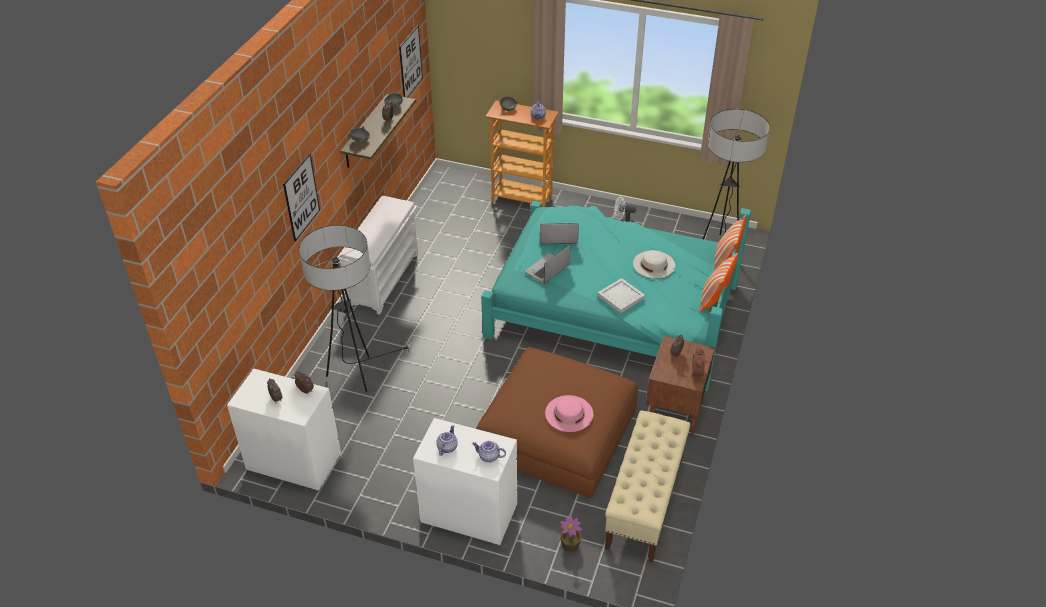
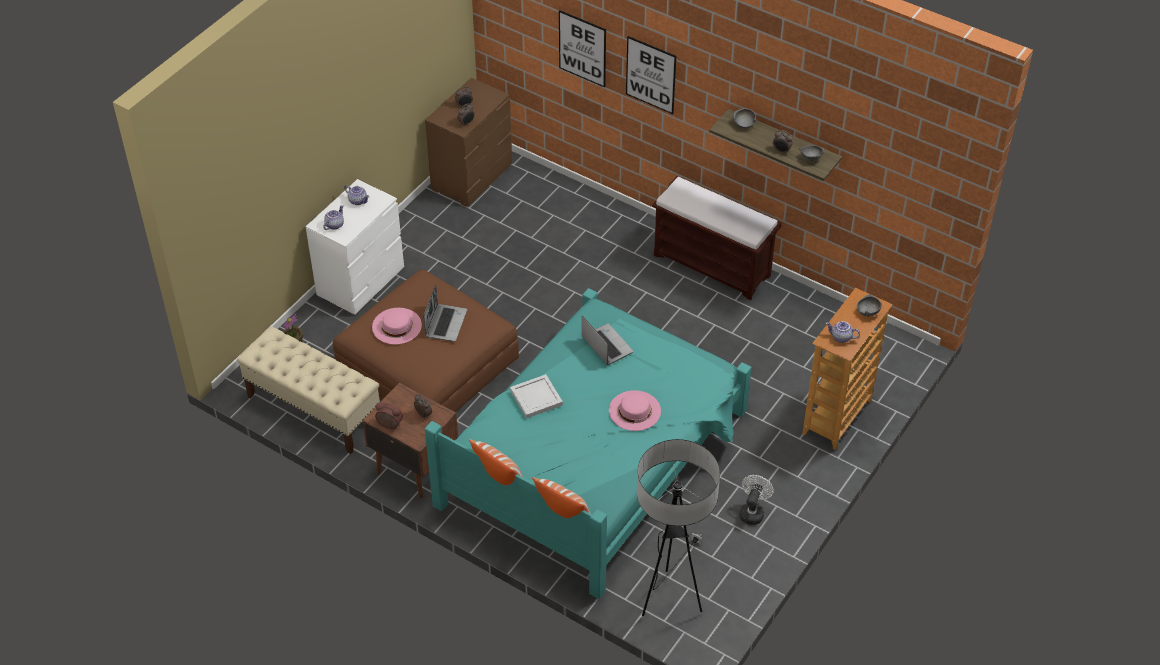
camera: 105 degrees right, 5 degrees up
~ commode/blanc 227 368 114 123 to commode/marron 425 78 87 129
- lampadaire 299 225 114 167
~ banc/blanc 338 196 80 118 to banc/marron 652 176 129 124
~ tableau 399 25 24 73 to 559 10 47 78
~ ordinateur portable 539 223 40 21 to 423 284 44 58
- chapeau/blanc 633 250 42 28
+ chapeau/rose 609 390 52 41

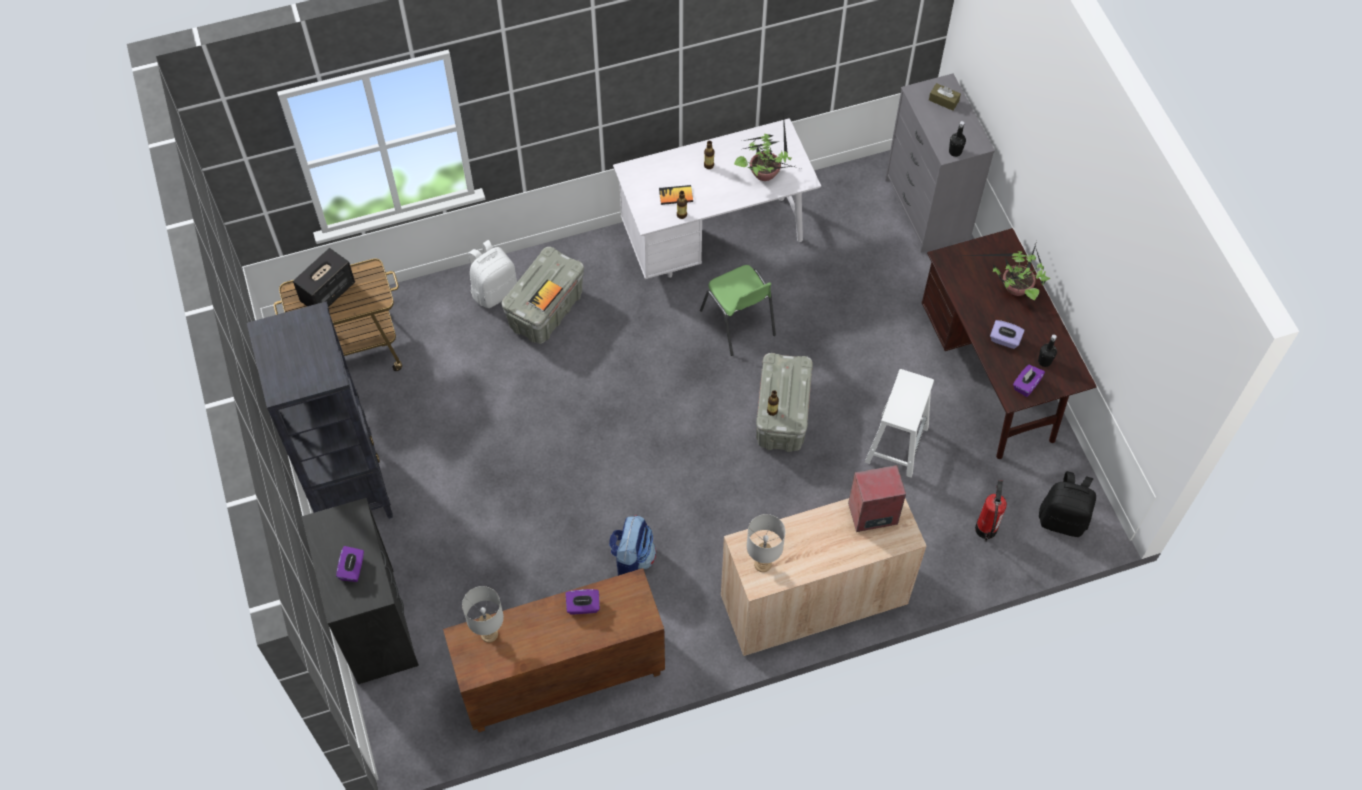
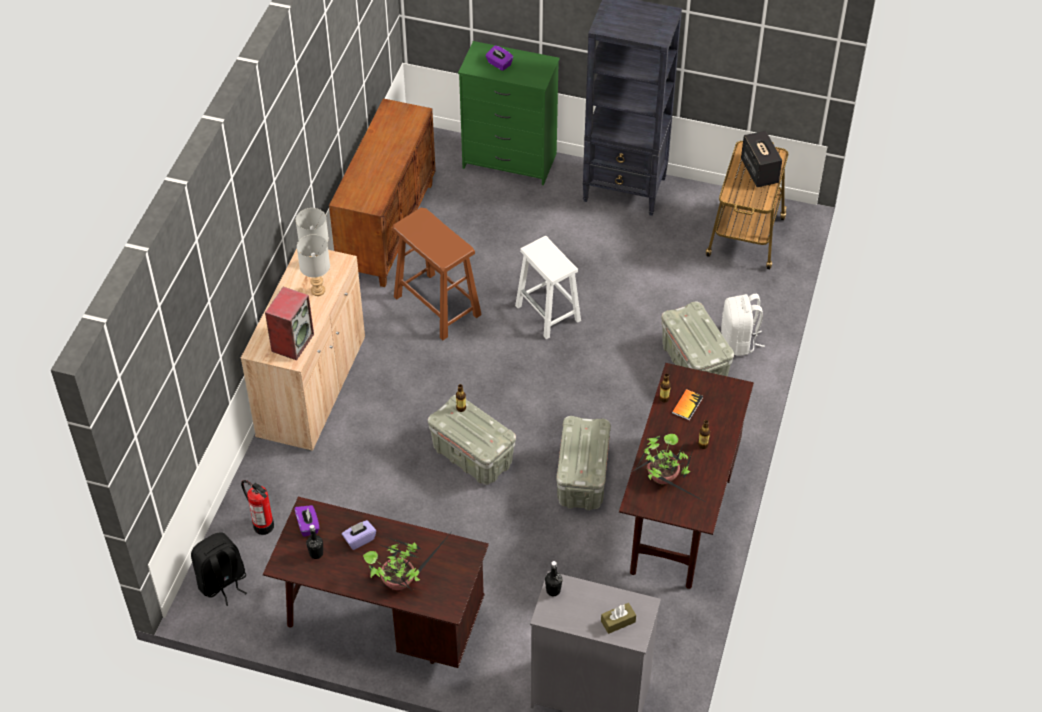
camera: 125 degrees right, 10 degrees down
~ commode/noir 302 498 117 186 to commode/vert 458 41 102 144
~ lampe de table/gris 462 586 42 57 to 297 235 33 61
- livre 528 279 35 33
- boîte à mouchoirs/violet 565 589 35 25
~ sac à dos 609 515 47 61 to tabouret/marron 392 208 90 132
~ bureau/blanc 613 118 208 161 to bureau/marron 619 363 135 226
~ chaise/vert 700 265 76 91 to boîte de rangement/gris 556 416 55 94
~ tabouret/blanc 865 369 69 109 to 515 236 66 103

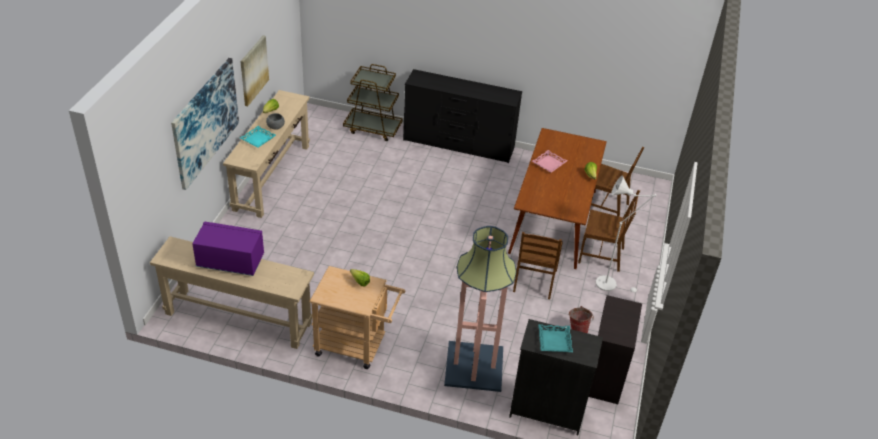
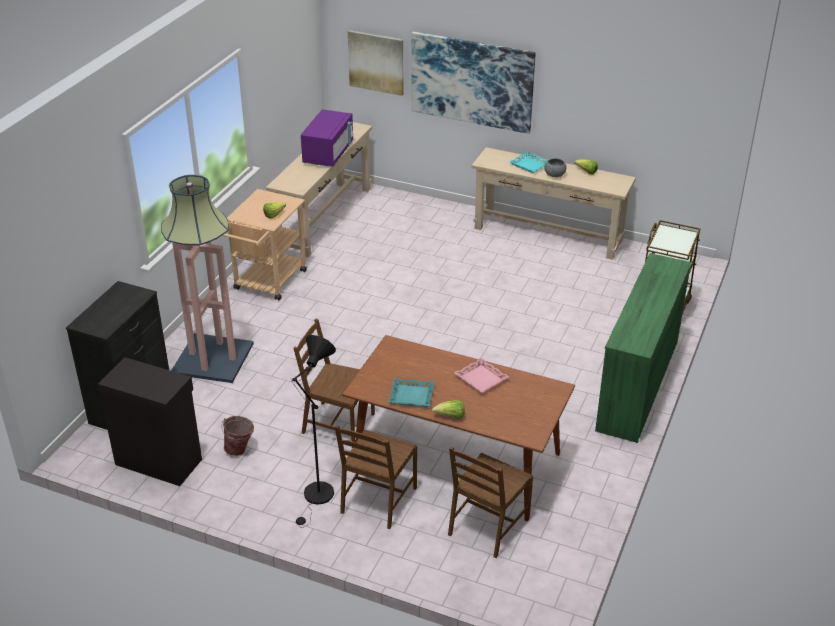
camera: 100 degrees right, 5 degrees down
~ tableau 240 35 29 71 to 348 30 56 66
~ commode/noir 403 69 119 94 to commode/vert 595 253 96 190
~ plateau/turquoise 538 324 35 28 to 388 378 47 29
~ lampadaire/blanc 596 176 60 117 to lampadaire/noir 292 335 44 193

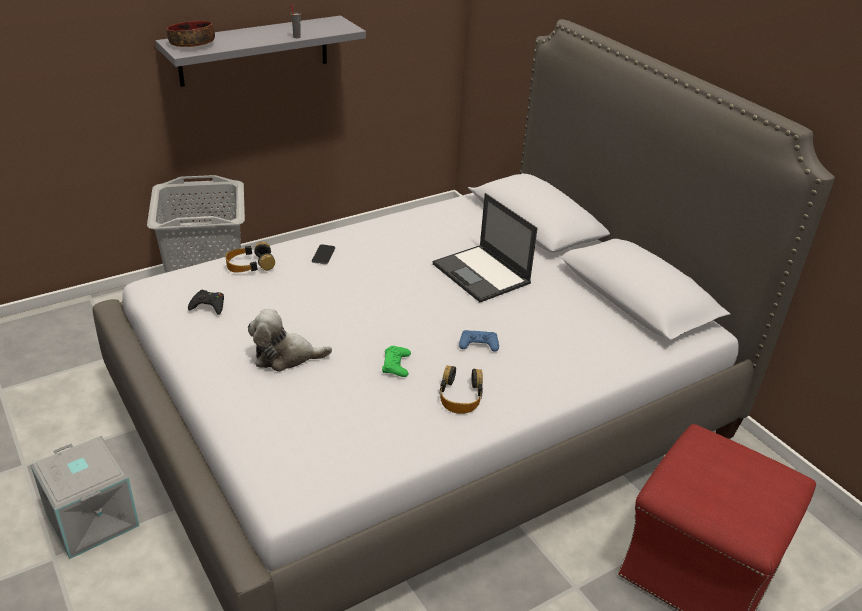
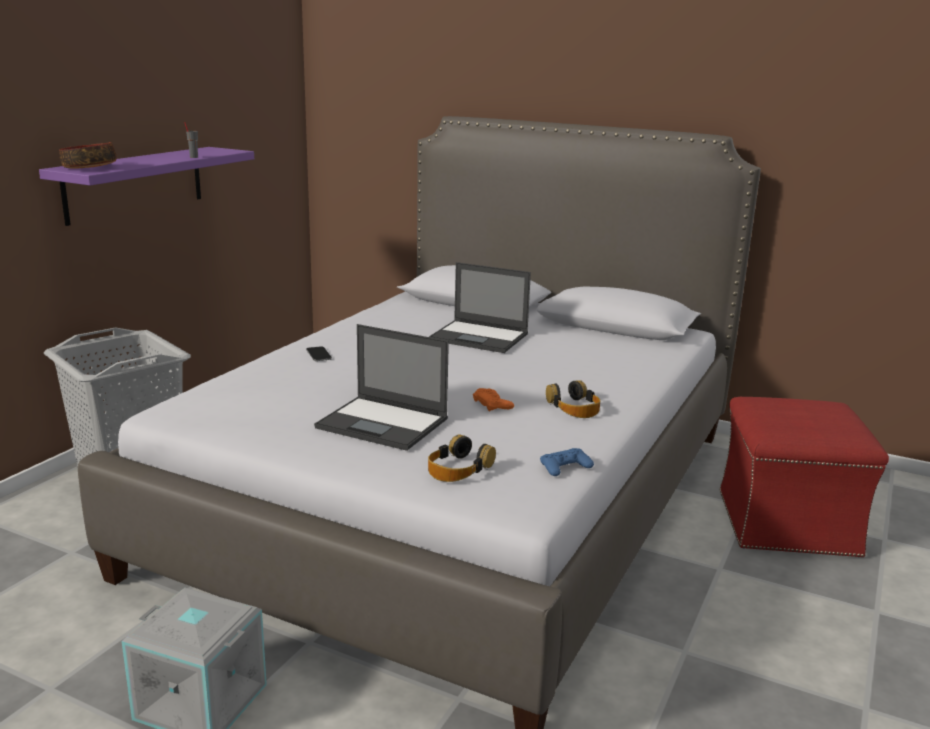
camera: 30 degrees left, 15 degrees down
~ étagère/gris 155 15 211 72 to étagère/violet 39 147 215 79
- manette/noir 188 290 36 25
~ casque audio 225 242 50 30 to 428 435 68 47
~ peluche 248 309 84 63 to ordinateur portable 314 324 135 127
~ manette/vert 382 346 29 31 to manette/orange 473 388 41 24
~ manette/bleu 459 330 40 22 to 540 448 54 28

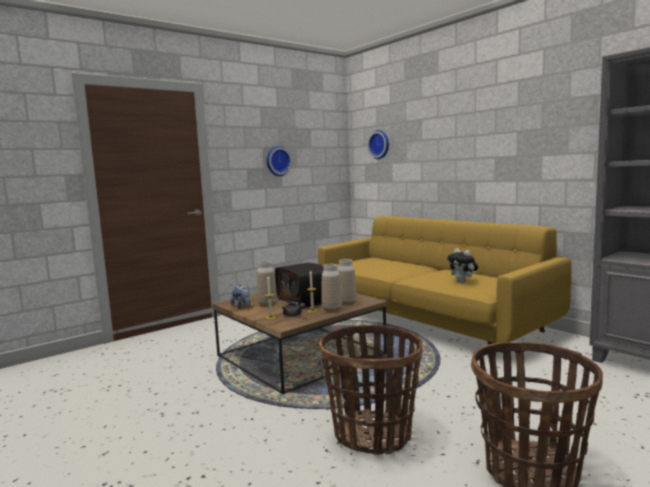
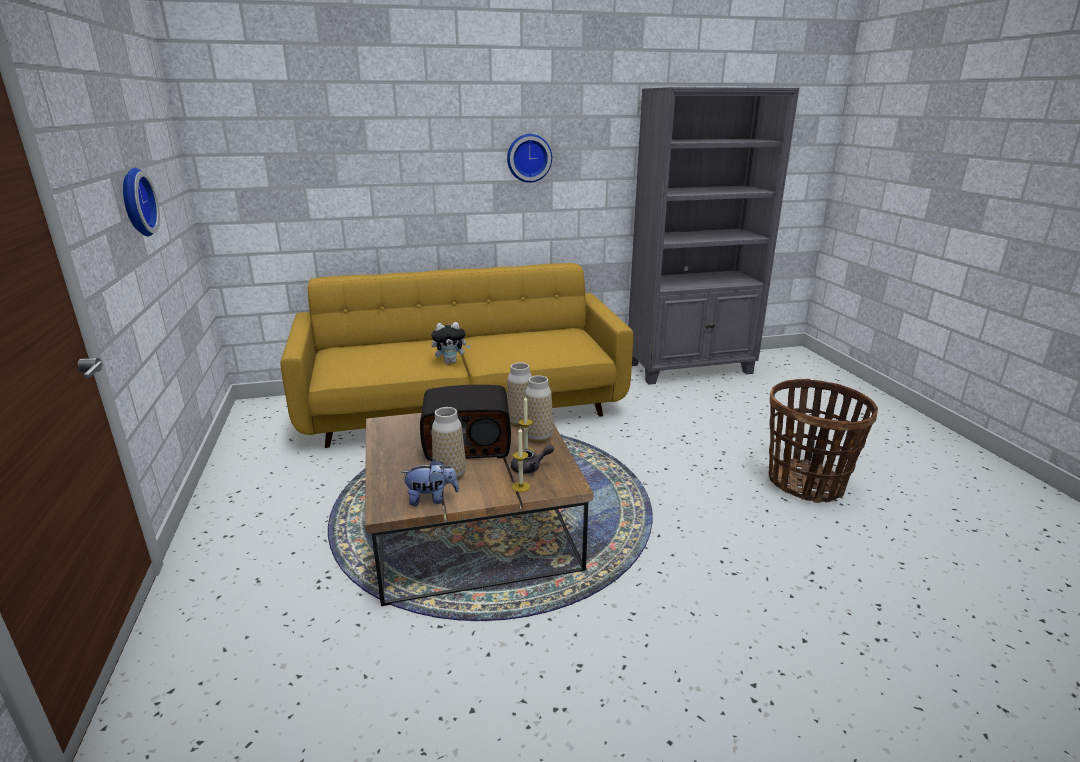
camera: 65 degrees left, 15 degrees up
- panier 319 325 104 130
~ horloge murale 367 130 22 29 to 507 134 45 49
~ peluche 447 249 31 34 to 431 322 40 42

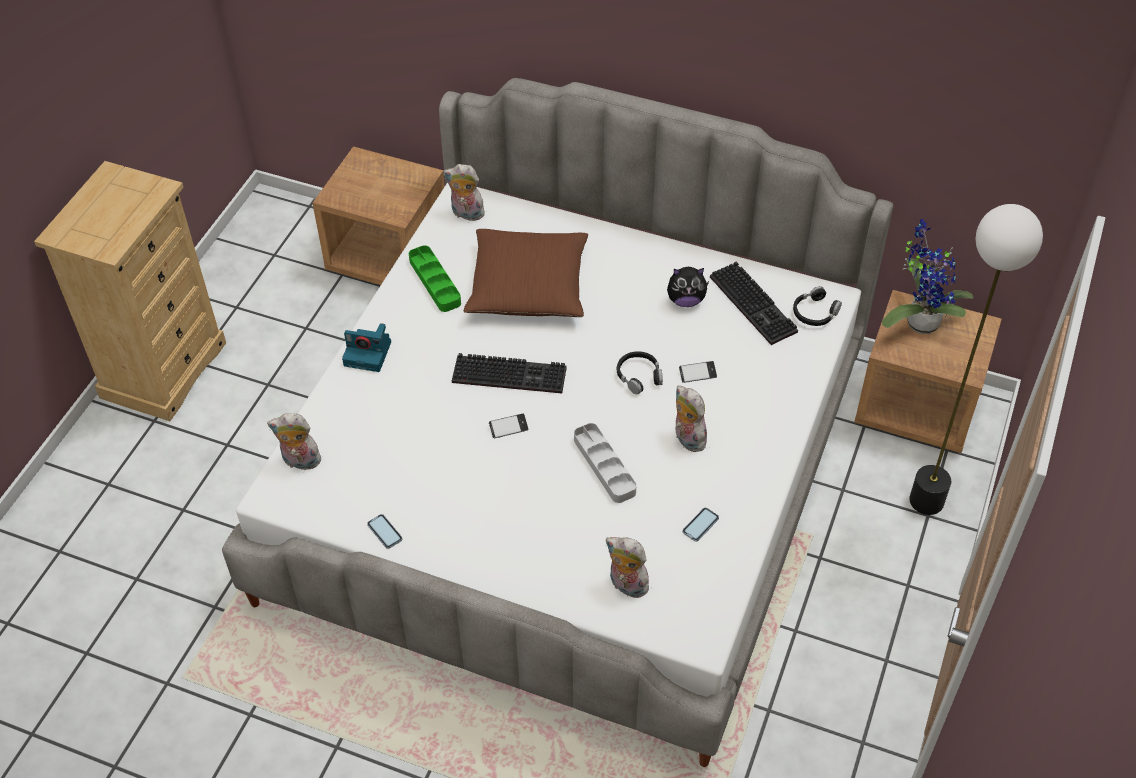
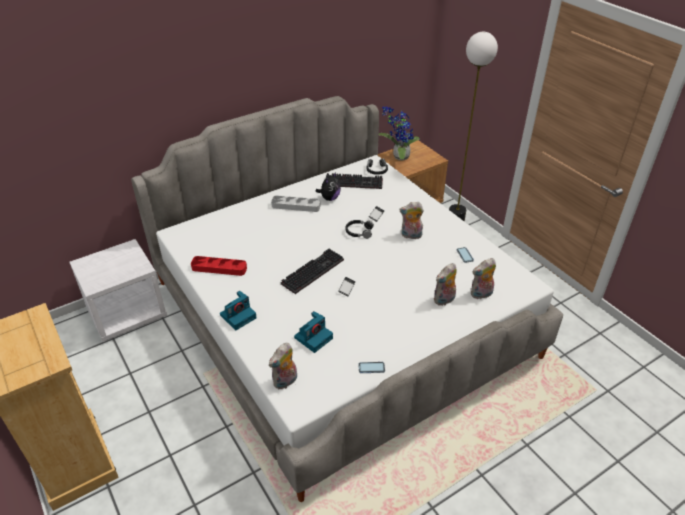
camera: 55 degrees left, 10 degrees down
~ table de chevet/marron 313 146 132 139 to table de chevet/blanc 69 239 98 103
~ plateau/vert 409 245 52 67 to plateau/rouge 191 256 56 20
~ peluche 443 164 42 57 to 434 263 23 42
- coussin/marron 464 229 124 88
~ plateau/gris 574 423 62 80 to 271 196 50 16
+ appareil photo 294 311 39 42

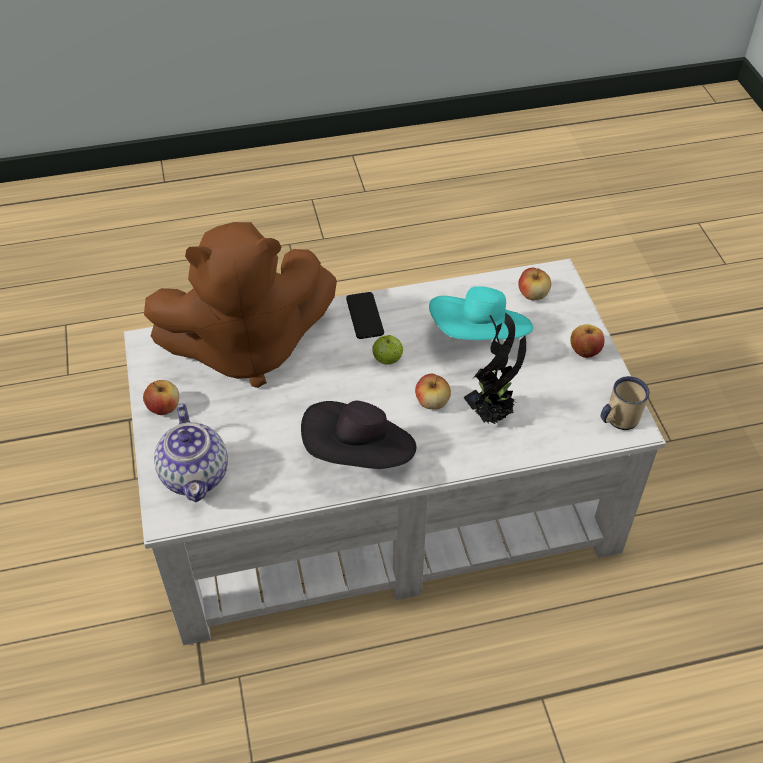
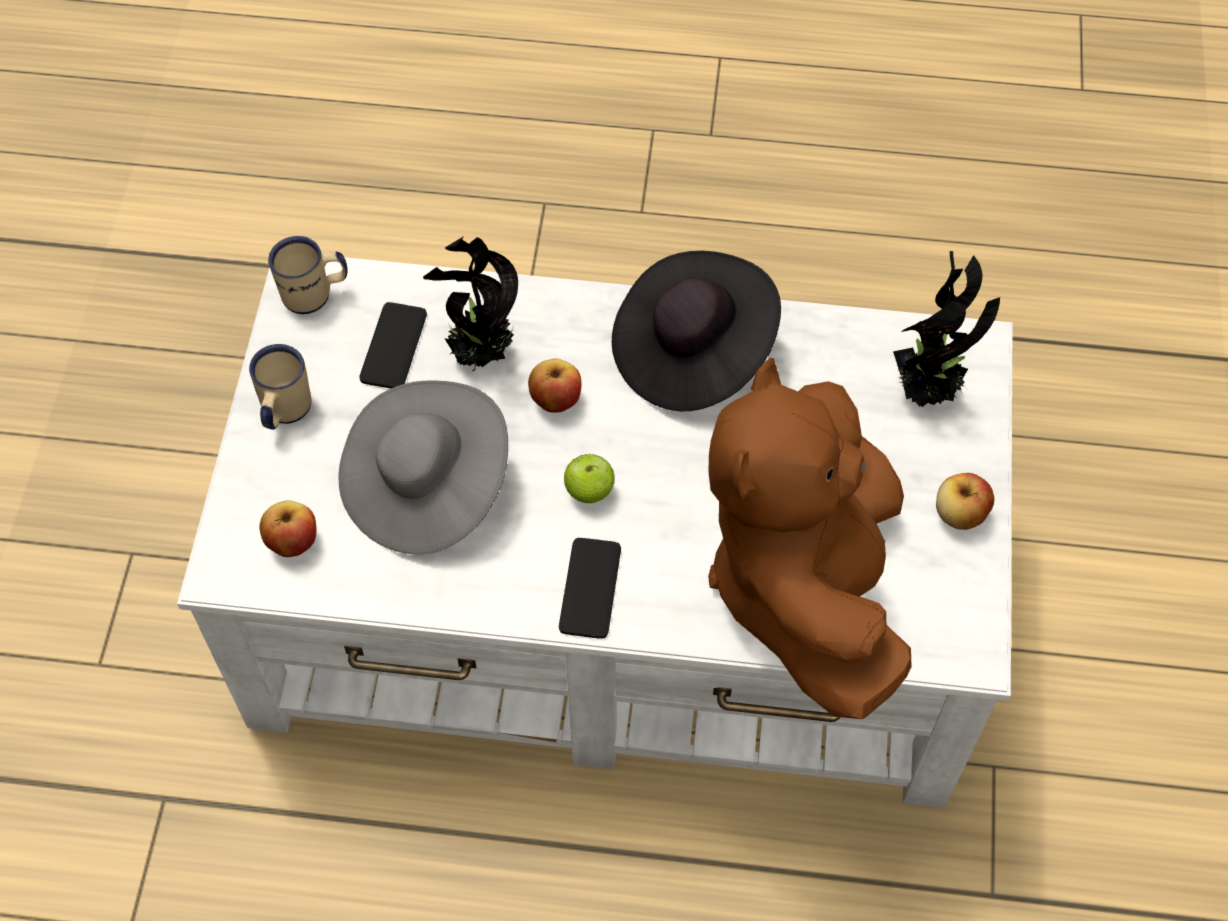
camera: 160 degrees left, 10 degrees up
~ peluche/marron 144 222 193 166 = 708 358 204 361 90 degrees counterclockwise
~ théière 154 404 74 98 to plante en pot 893 251 107 156
~ chapeau/turquoise 429 286 104 54 to chapeau/gris 339 380 169 175
~ pomme 570 324 35 34 to mug/beige 249 344 62 86
+ téléphone 359 302 68 87

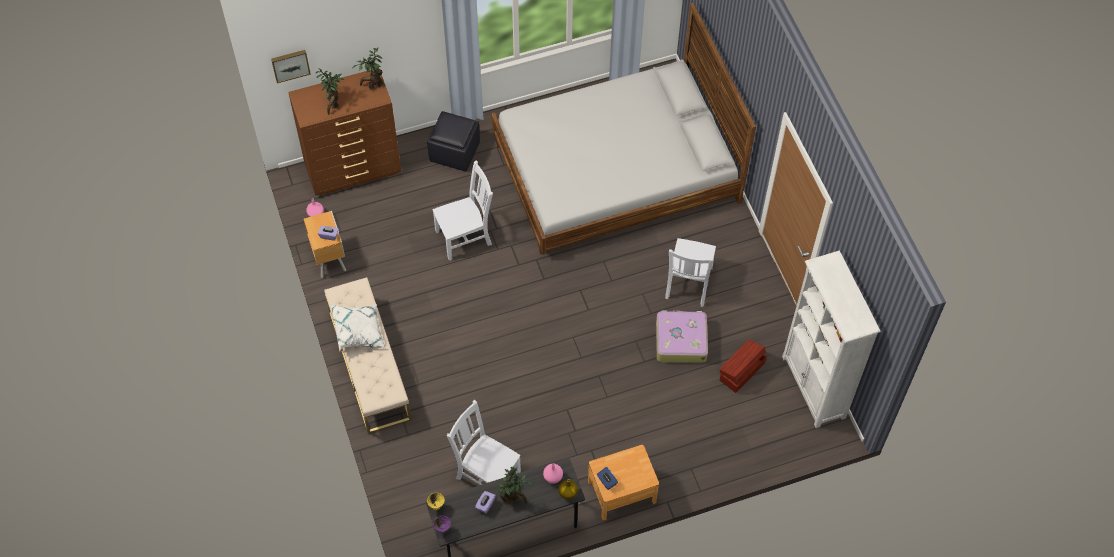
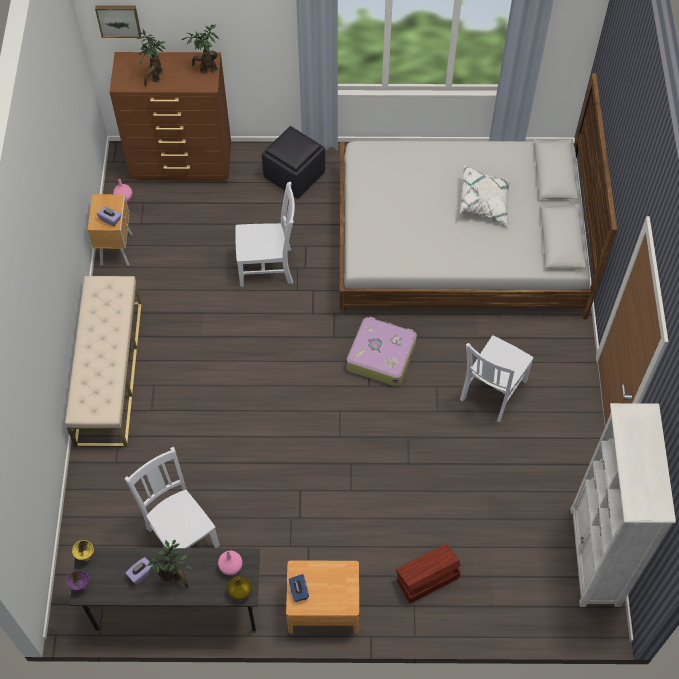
camera: 20 degrees right, 0 degrees up
~ coussin/blanc 331 304 55 47 to 460 165 51 61
~ valise 656 310 52 53 to 347 317 70 69
~ boîte de rangement/marron 719 339 48 54 to 396 544 65 59

